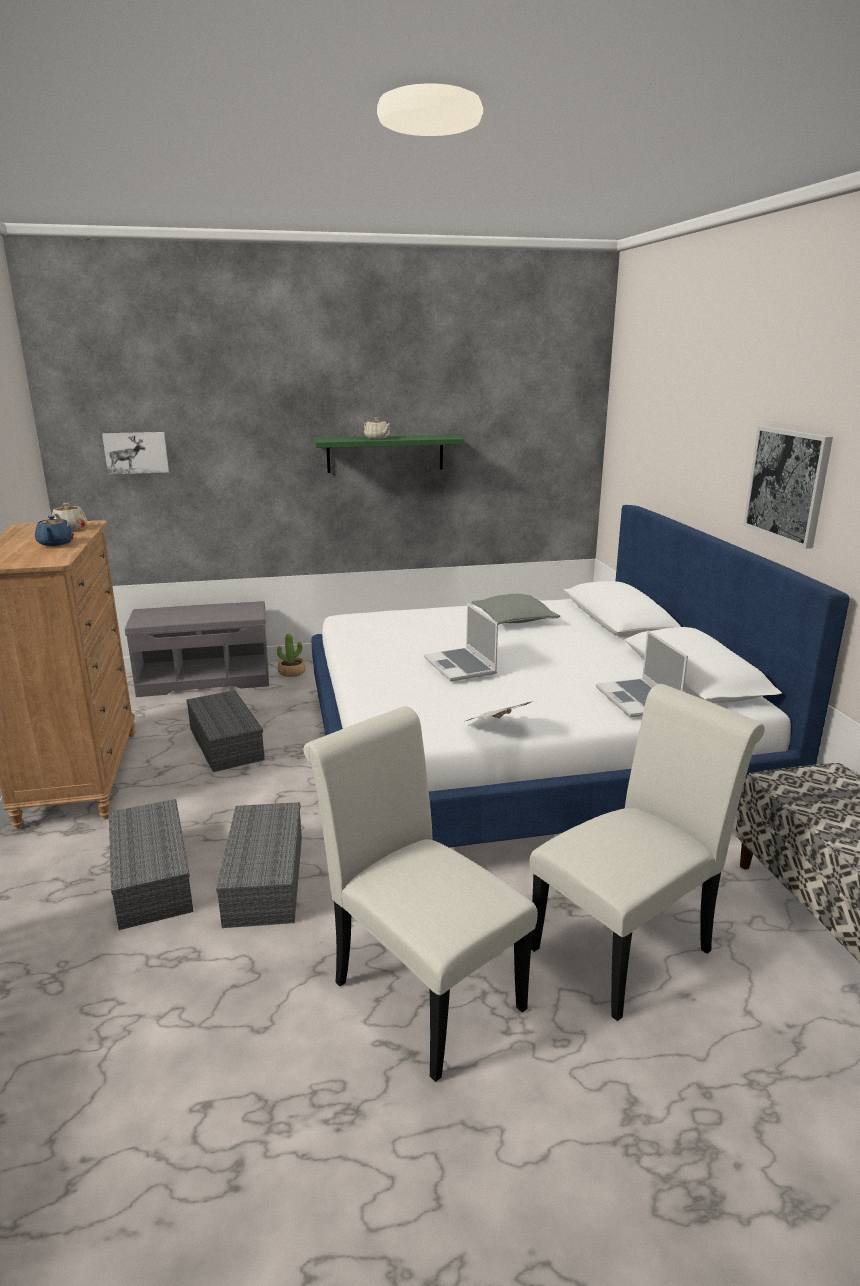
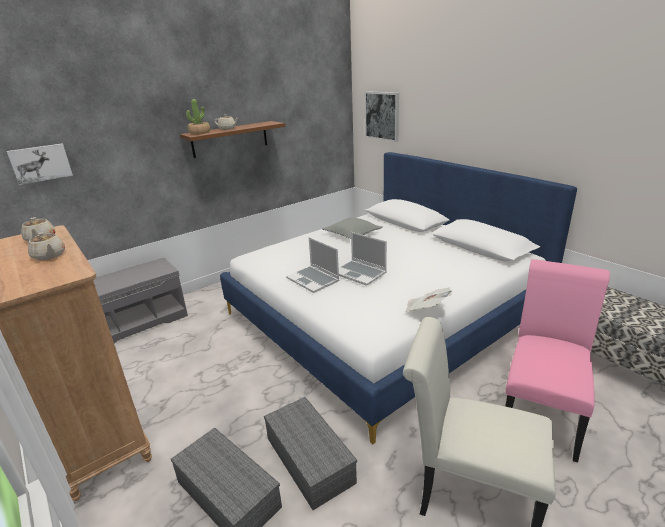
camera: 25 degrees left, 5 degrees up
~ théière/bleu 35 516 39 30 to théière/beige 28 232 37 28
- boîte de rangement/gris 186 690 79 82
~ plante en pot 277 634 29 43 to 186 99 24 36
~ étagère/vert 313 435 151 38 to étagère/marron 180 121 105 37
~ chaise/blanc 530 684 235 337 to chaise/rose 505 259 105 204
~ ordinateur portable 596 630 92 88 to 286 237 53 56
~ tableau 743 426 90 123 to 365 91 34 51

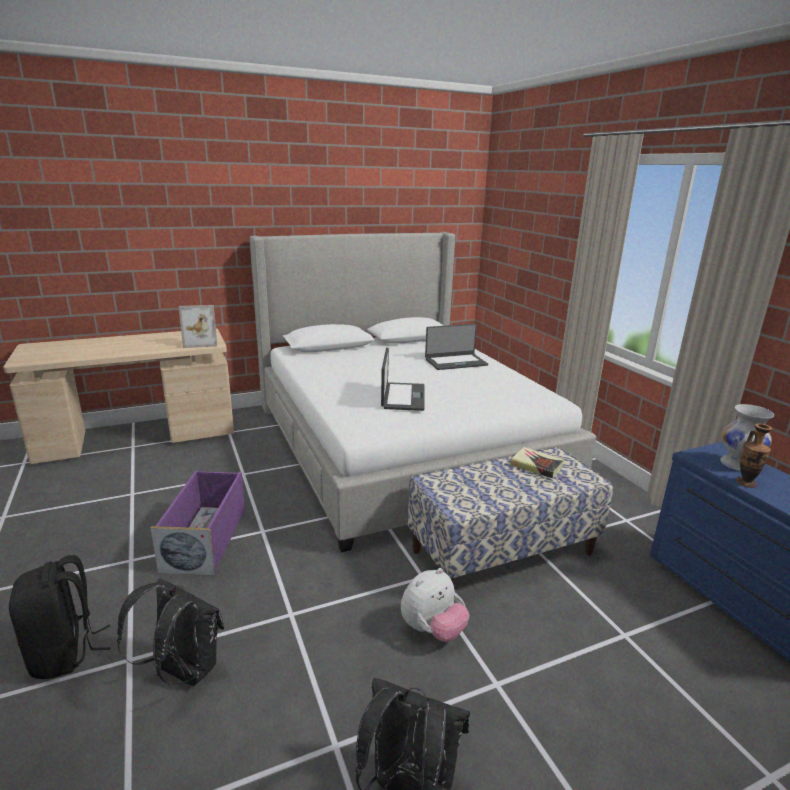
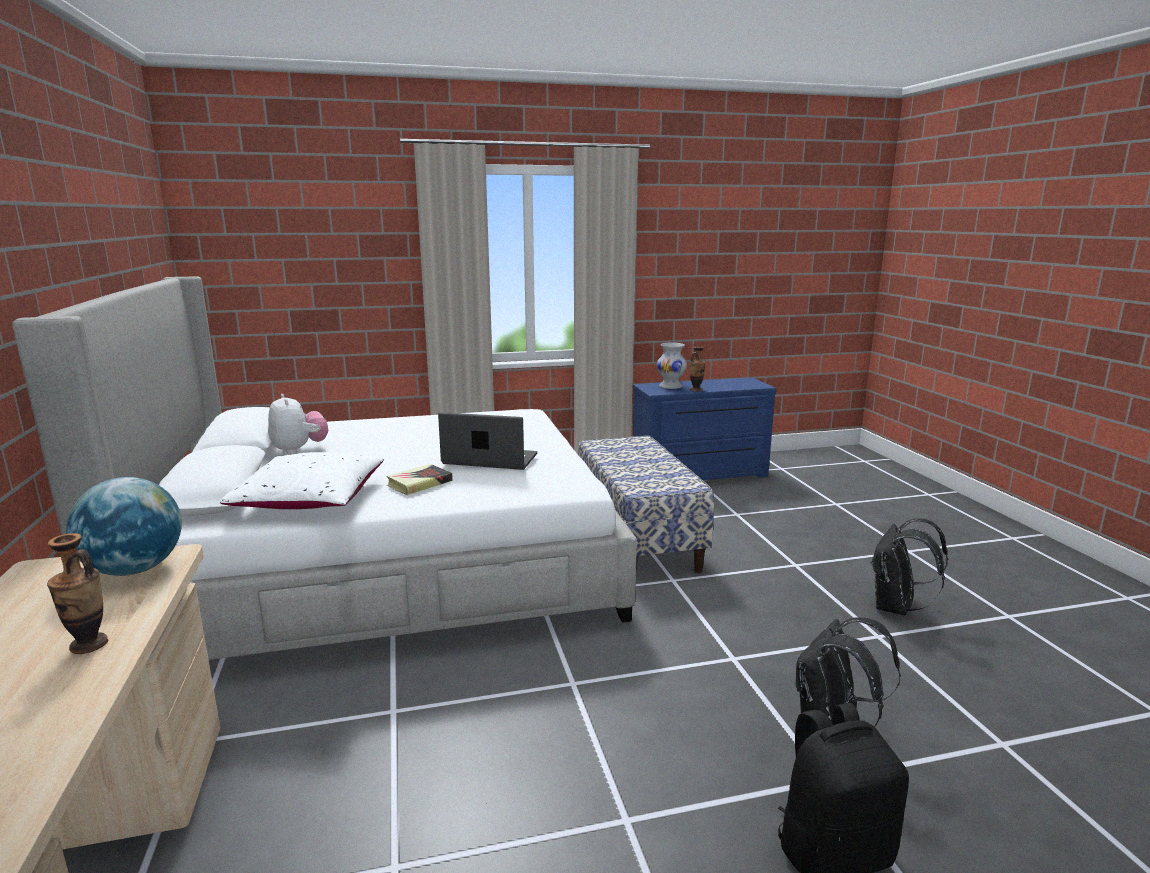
camera: 80 degrees left, 5 degrees down
- boîte de rangement/violet 150 470 95 106
~ cadre photo 179 305 38 43 to globe 66 477 116 99
~ peluche 401 568 69 74 to 268 394 61 61
- ordinateur portable 425 324 63 46
~ livre 510 447 54 31 to 387 464 66 31
+ vase 47 533 61 121
+ coussin/blanc 220 452 164 57

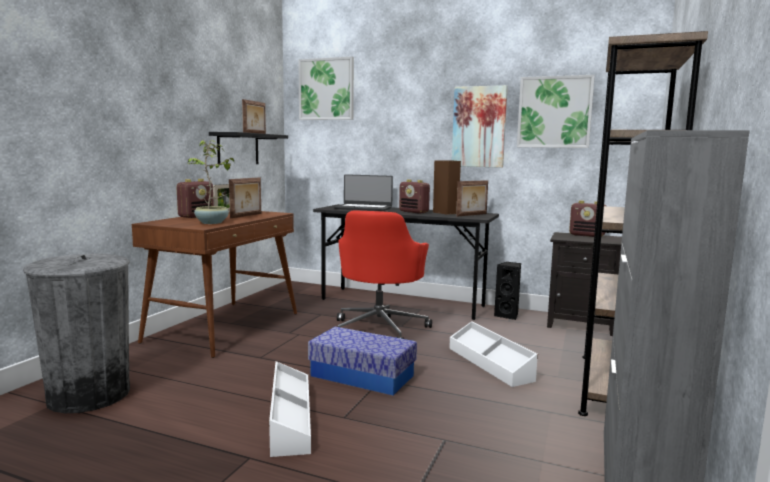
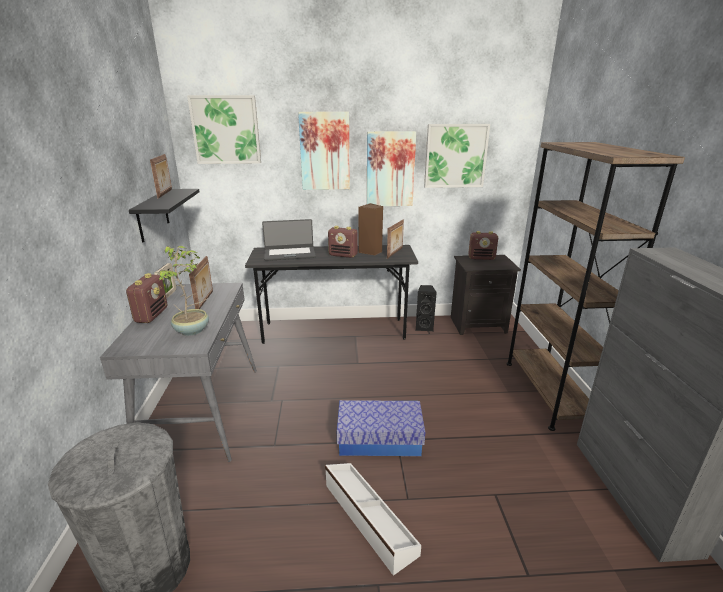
camera: 25 degrees left, 15 degrees up
~ bureau/marron 132 211 165 147 to bureau/gris 100 283 157 179
- chaise de bureau/rouge 337 211 95 128
- boîte de rangement/blanc 449 321 89 66
+ tableau 298 112 52 78

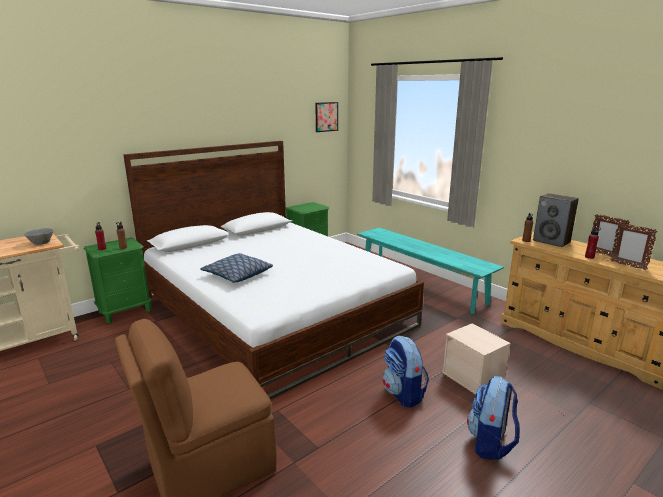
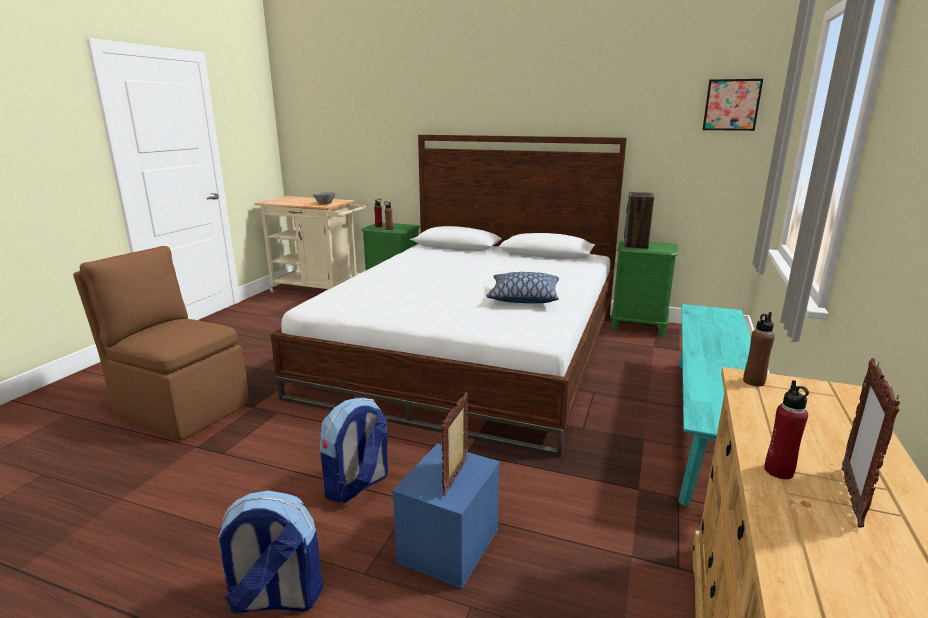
camera: 60 degrees right, 0 degrees up
~ coussin 200 253 73 30 to 487 272 72 32
~ boîte de rangement/beige 442 324 69 71 to boîte de rangement/bleu 392 444 108 145
~ enceinte 533 193 46 54 to 624 192 30 57
~ cadre photo 610 223 48 47 to 441 392 27 104

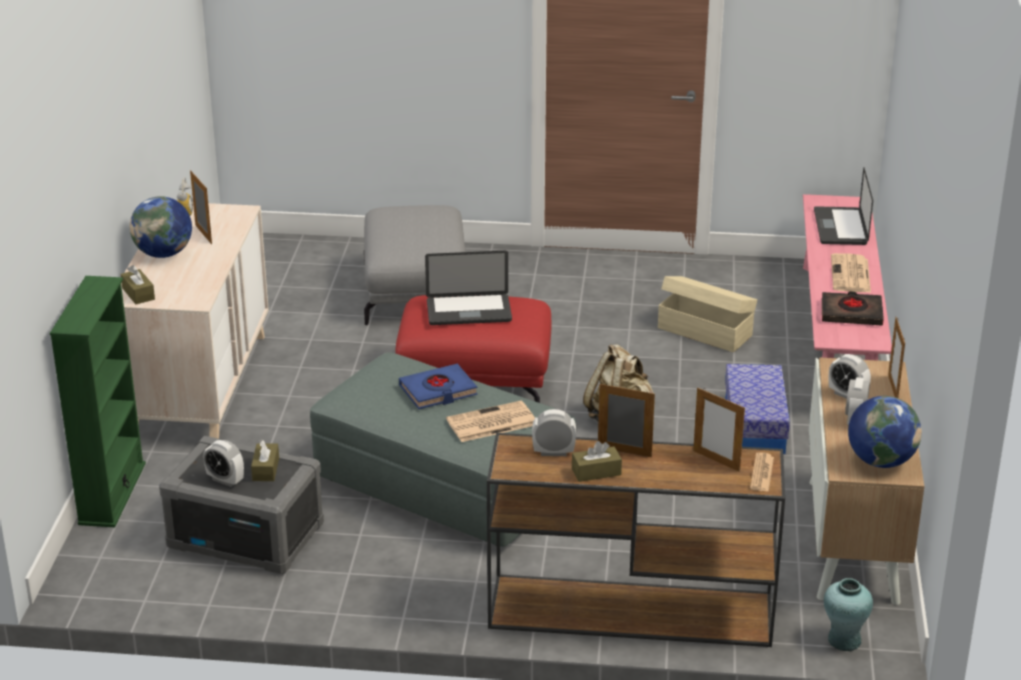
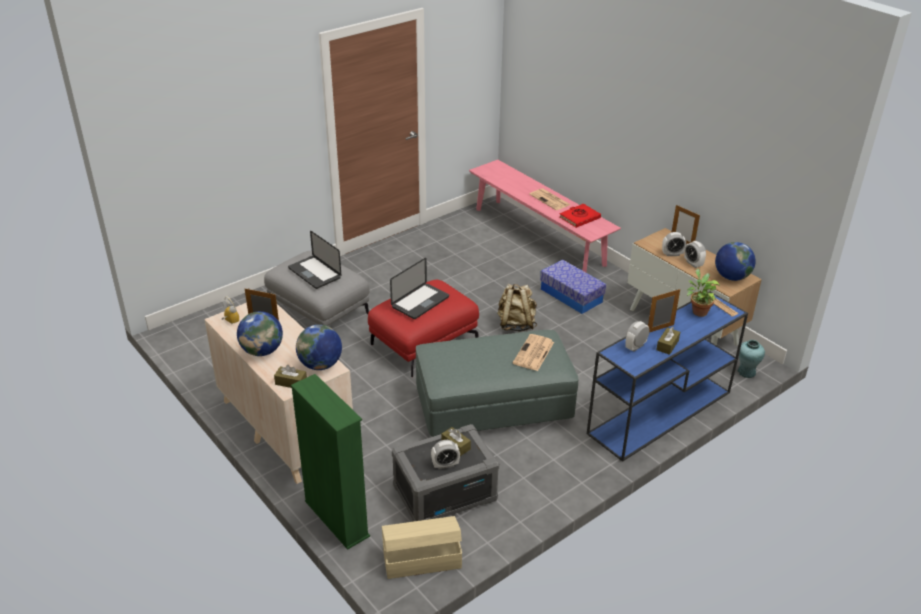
camera: 45 degrees left, 5 degrees up
- livre/bleu 399 364 79 45
~ table console/marron 487 433 298 214 to table console/bleu 587 292 161 170
~ boîte de rangement/beige 658 276 99 76 to 382 516 80 63
~ cadre photo 693 388 52 84 to plante en pot 687 269 33 48
~ ordinateur portable 814 167 59 78 to 288 231 53 58
~ livre/noir 822 291 62 35 to livre/rouge 560 204 41 24
+ globe 296 325 46 45

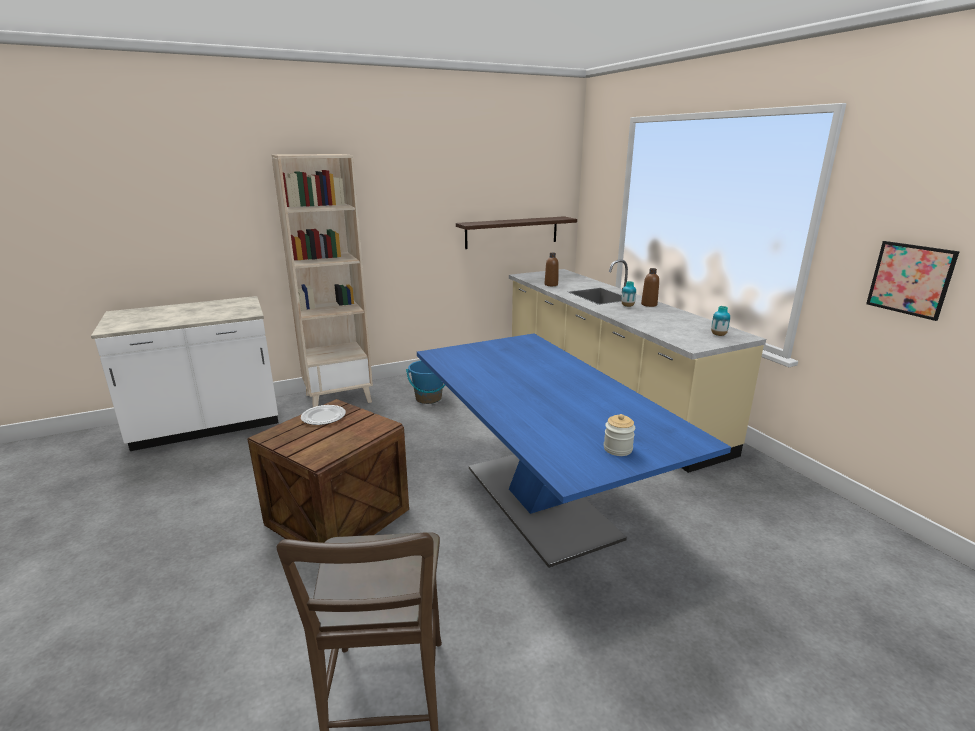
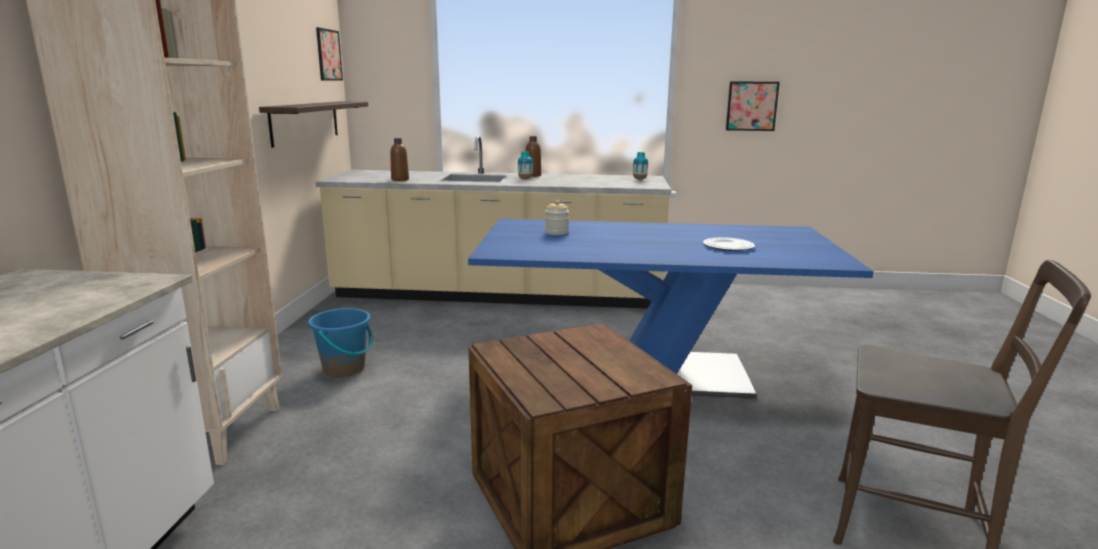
camera: 60 degrees left, 5 degrees down
~ assiette 301 405 45 20 to 703 237 52 14
~ bocal 604 414 31 42 to 545 200 24 35
+ tableau 316 27 27 54

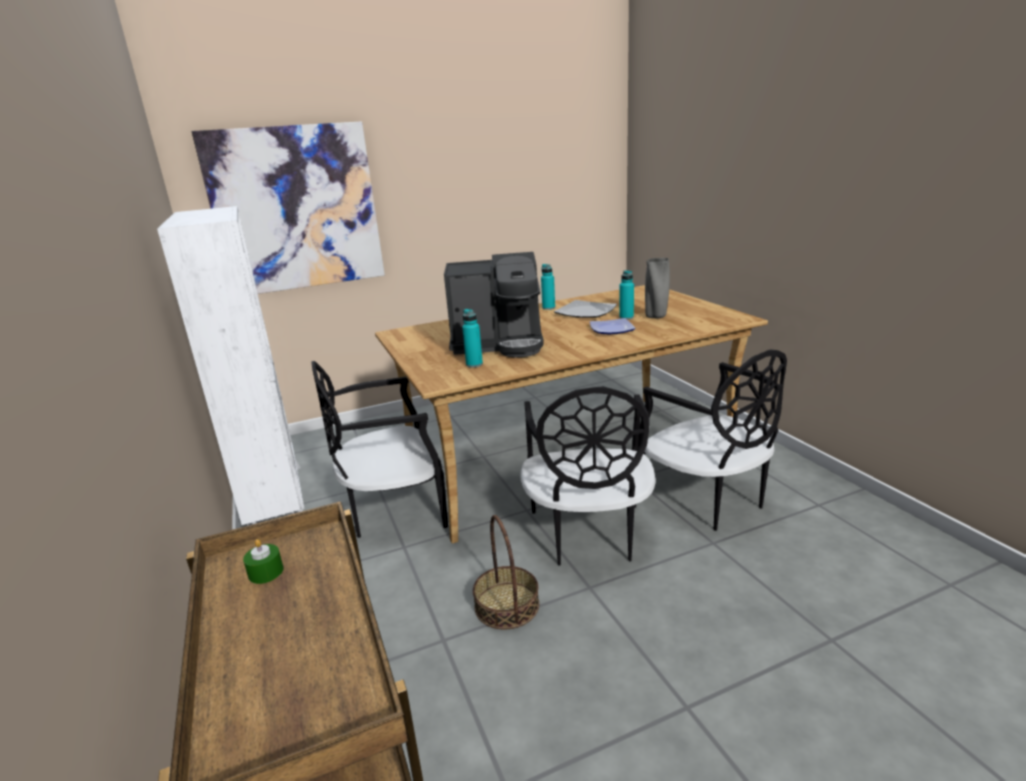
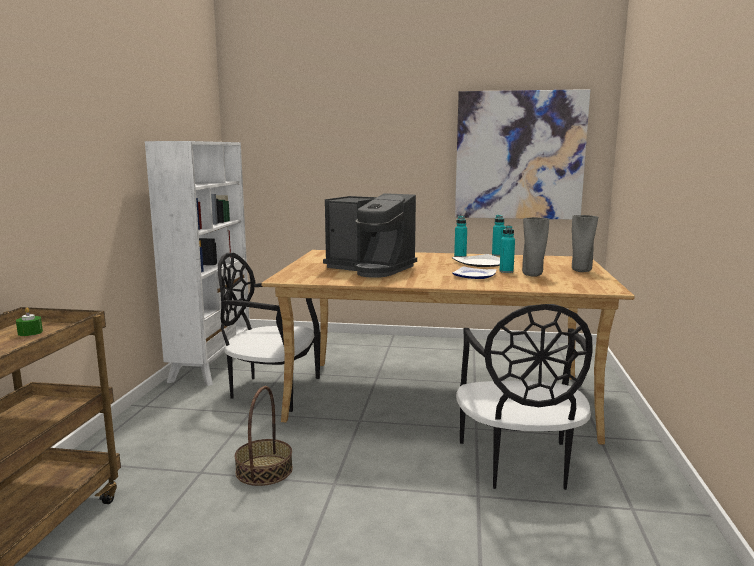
camera: 30 degrees right, 10 degrees down
~ tableau 192 121 193 173 to 455 89 135 131
~ bouteille/turquoise 462 309 21 59 to 492 215 13 41
- chaise/noir 520 386 135 179
+ vase/gris 572 215 26 57

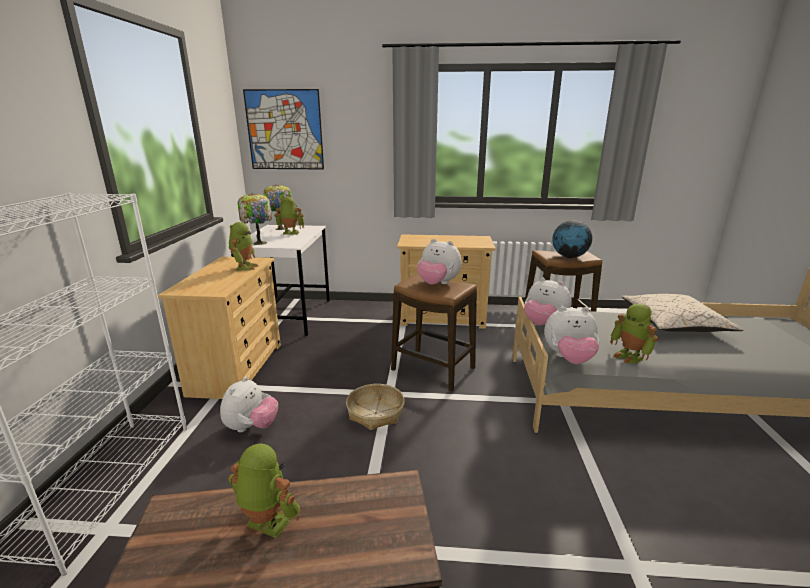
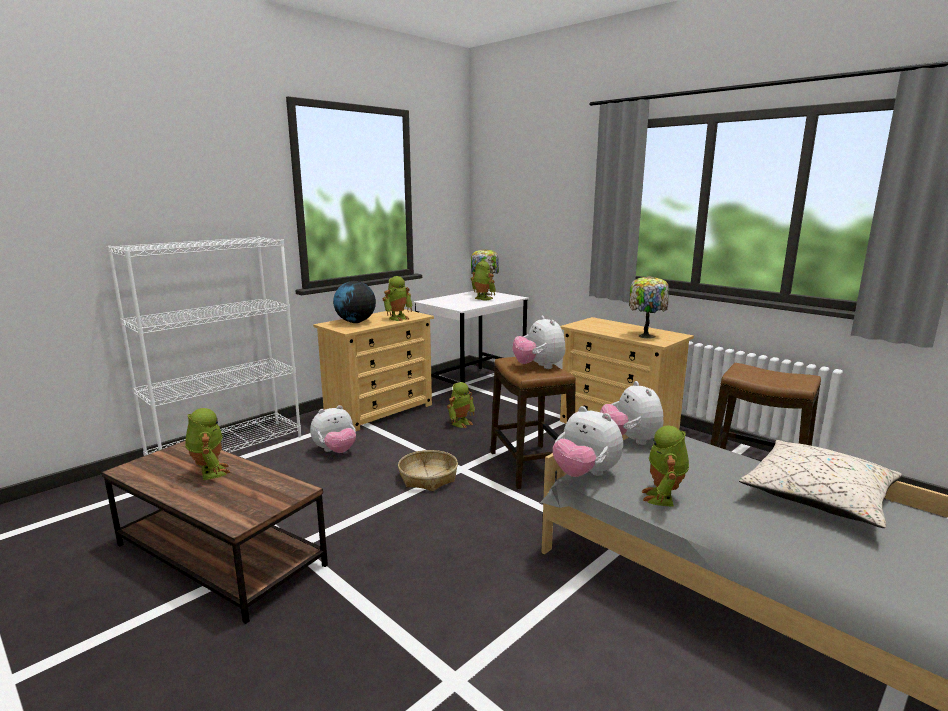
camera: 40 degrees right, 5 degrees down
~ lampe de table 238 193 34 52 to 629 276 40 62
- tableau 243 89 81 80
~ globe 552 220 40 38 to 333 281 43 42
+ robot jouet 447 382 28 46

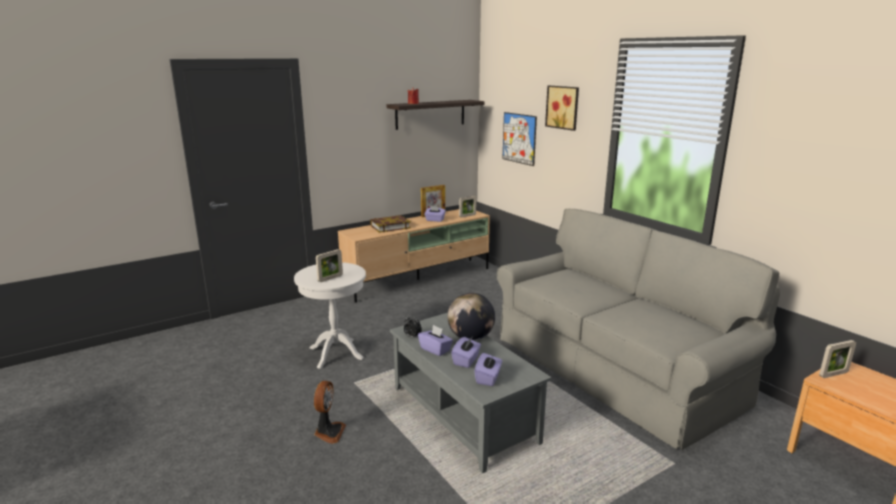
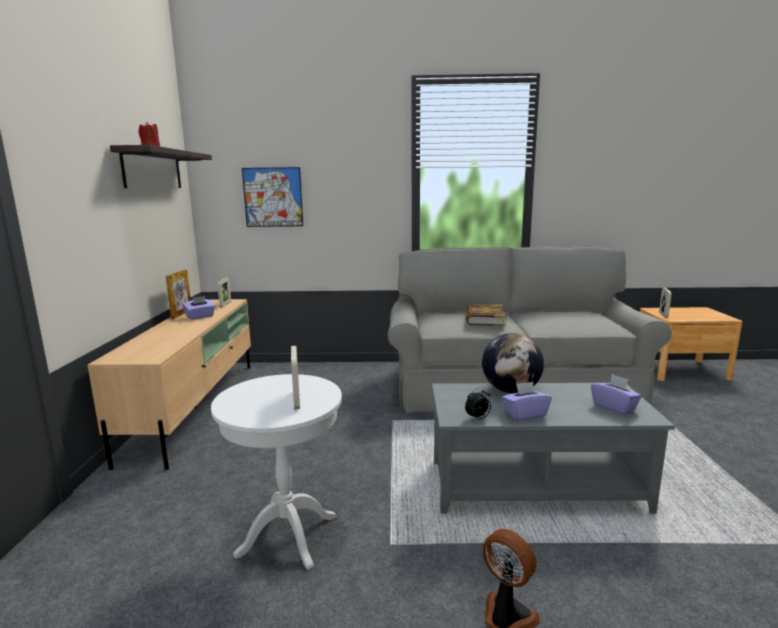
camera: 55 degrees left, 5 degrees down
~ livre 370 215 41 18 to 466 304 40 22
- boîte à mouchoirs/violet 451 337 30 31
- tableau 545 86 34 45

